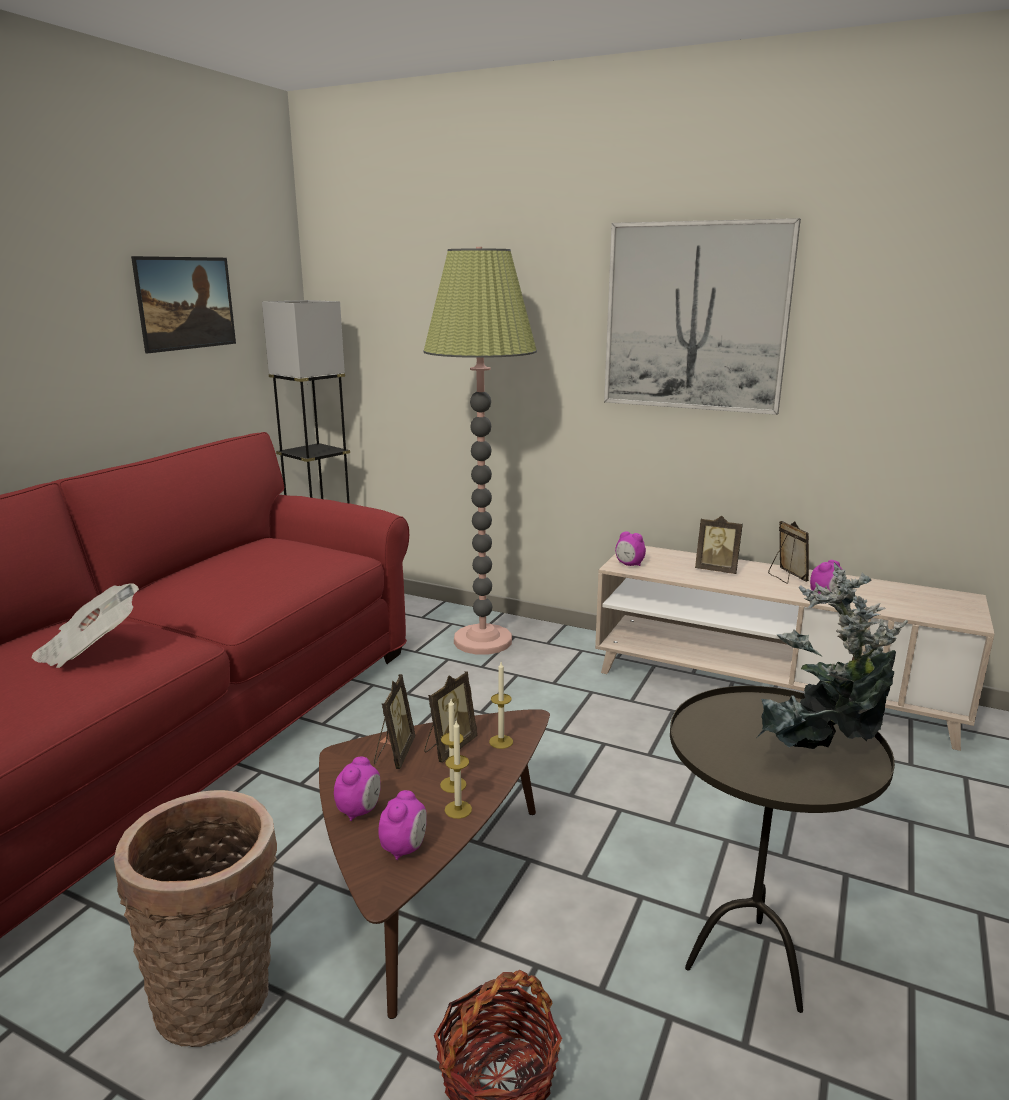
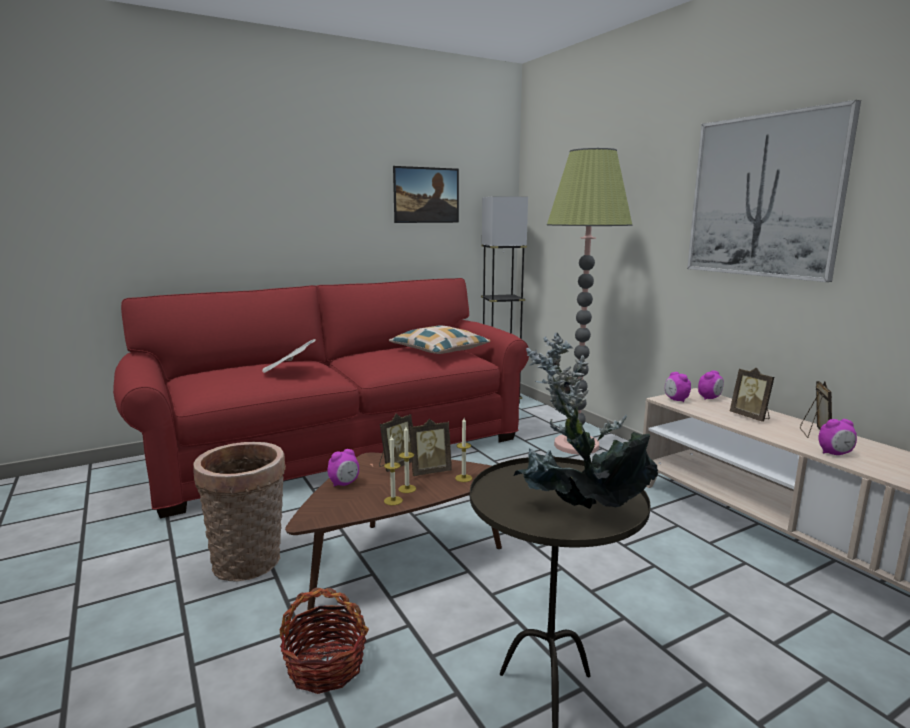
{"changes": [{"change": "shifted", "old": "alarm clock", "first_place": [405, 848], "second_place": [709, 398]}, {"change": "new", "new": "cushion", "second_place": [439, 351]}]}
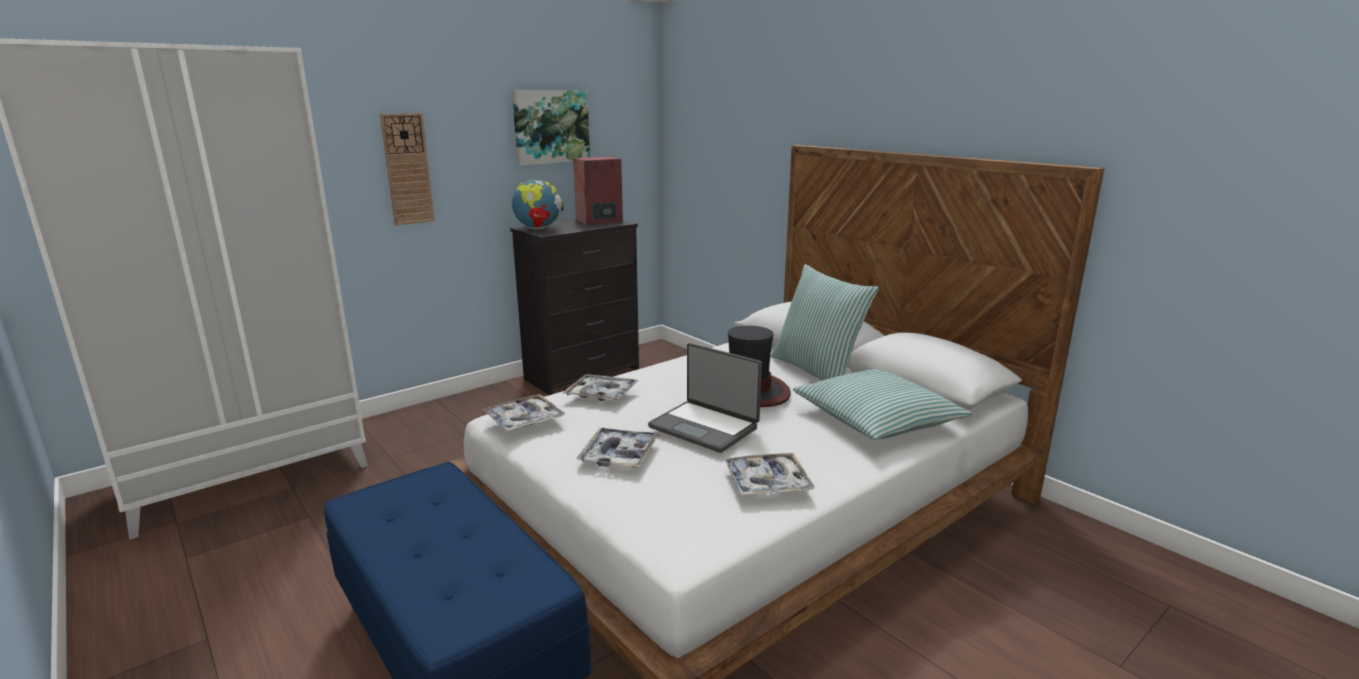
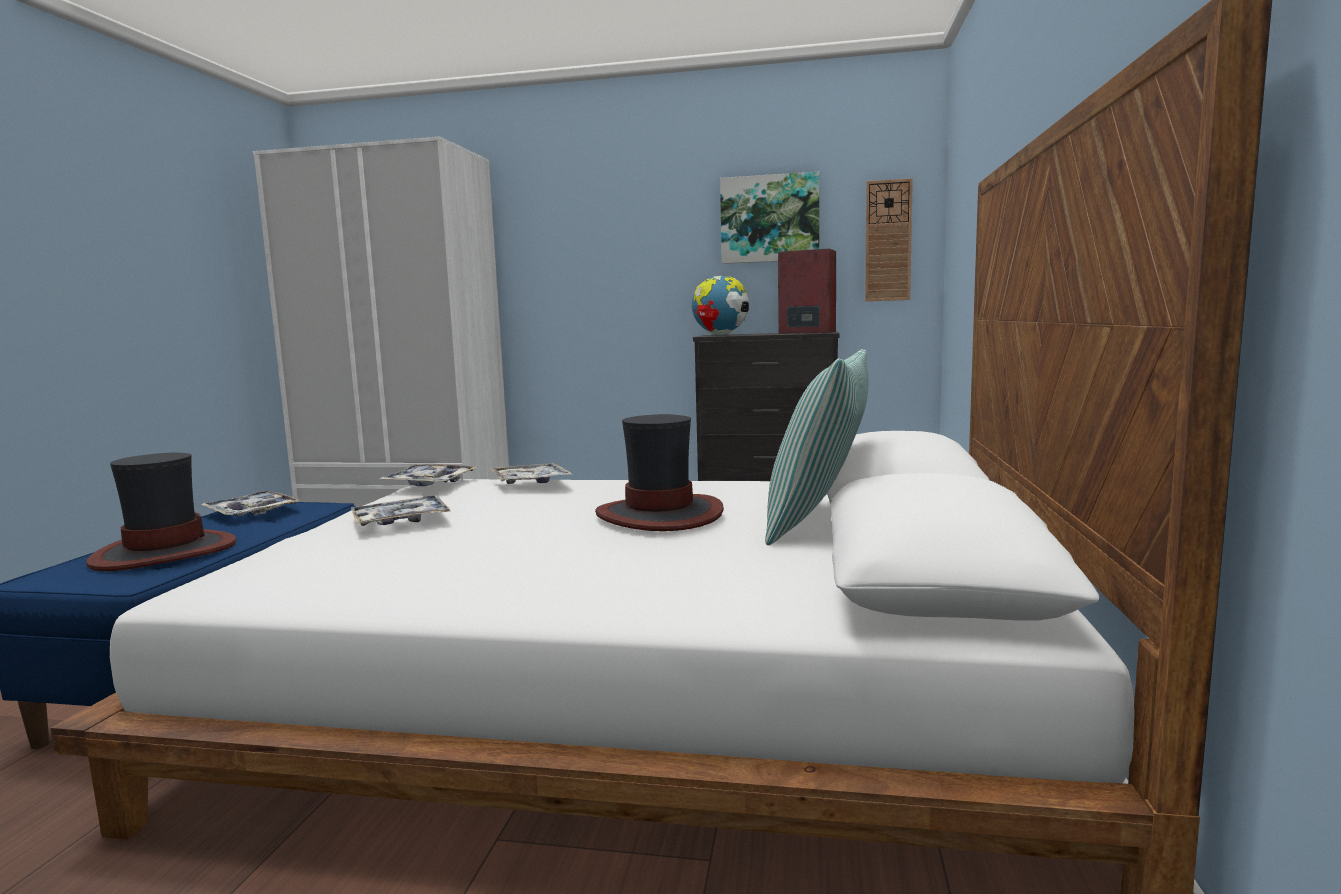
{"changes": [{"change": "shifted", "old": "clock on the wall", "first_place": [407, 169], "second_place": [888, 241]}, {"change": "gone", "old": "notebook computer", "first_place": [705, 427]}, {"change": "shifted", "old": "serving tray", "first_place": [767, 482], "second_place": [252, 512]}, {"change": "gone", "old": "cushion", "first_place": [876, 419]}, {"change": "new", "new": "hat", "second_place": [164, 552]}]}
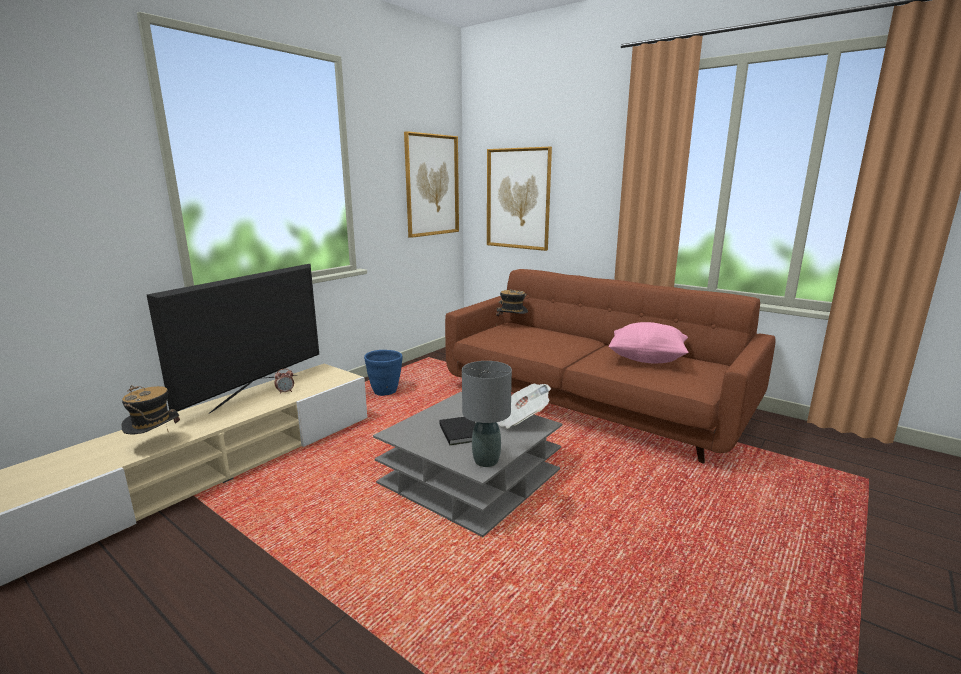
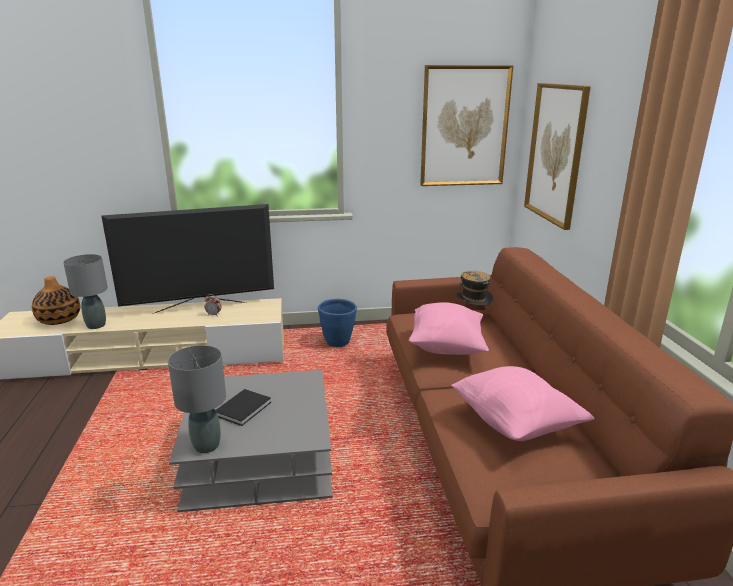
{"changes": [{"change": "swapped", "old": "hat", "new": "gray tabletop lamp", "first_place": [156, 444], "second_place": [96, 325]}, {"change": "gone", "old": "daily paper", "first_place": [519, 420]}, {"change": "new", "new": "flower vase", "second_place": [59, 319]}, {"change": "new", "new": "pinkish cushion", "second_place": [446, 347]}]}
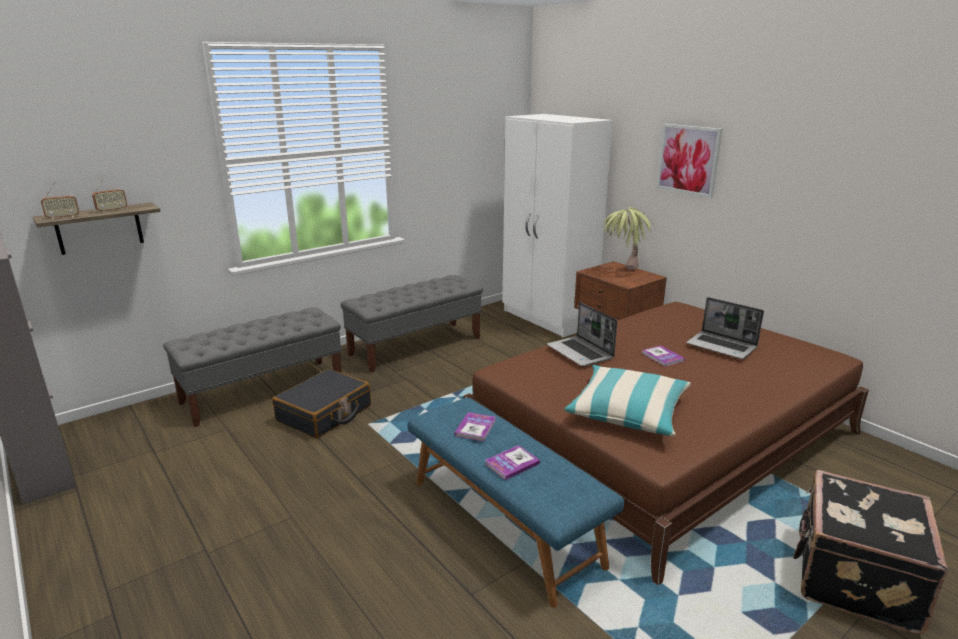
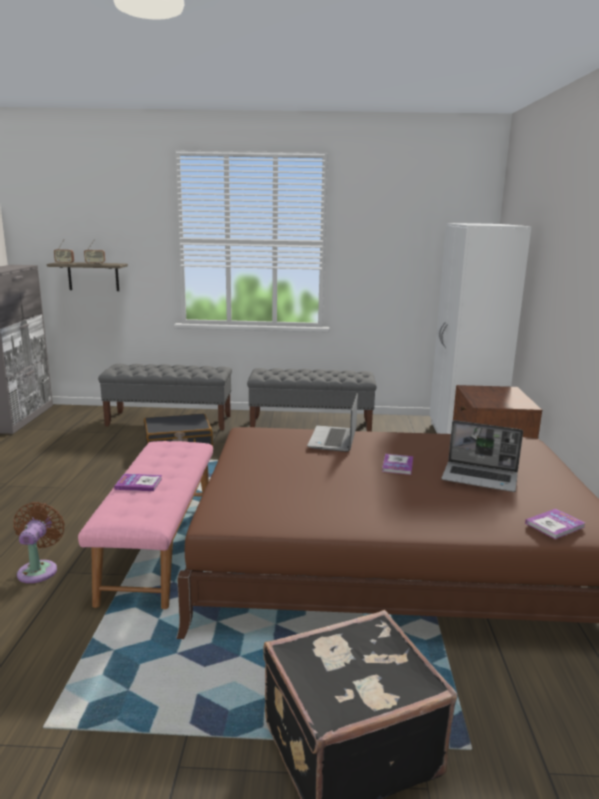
{"changes": [{"change": "repainted", "old": "bluish indoor bench", "new": "pinkish indoor bench", "first_place": [505, 521], "second_place": [161, 547]}, {"change": "shifted", "old": "bound book", "first_place": [475, 428], "second_place": [554, 525]}, {"change": "gone", "old": "cushion", "first_place": [628, 412]}, {"change": "gone", "old": "plant in a pot", "first_place": [622, 272]}, {"change": "gone", "old": "picture", "first_place": [688, 159]}, {"change": "rotated", "old": "notebook computer", "first_place": [722, 346], "second_place": [480, 478], "degrees": -60}, {"change": "new", "new": "brownish cooling fan", "second_place": [39, 569]}]}
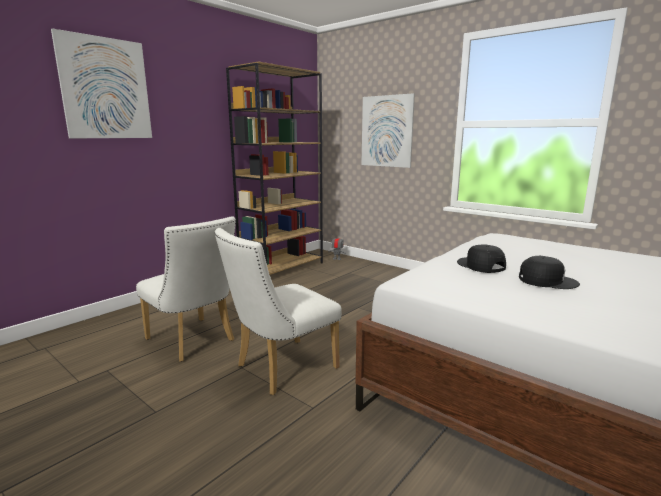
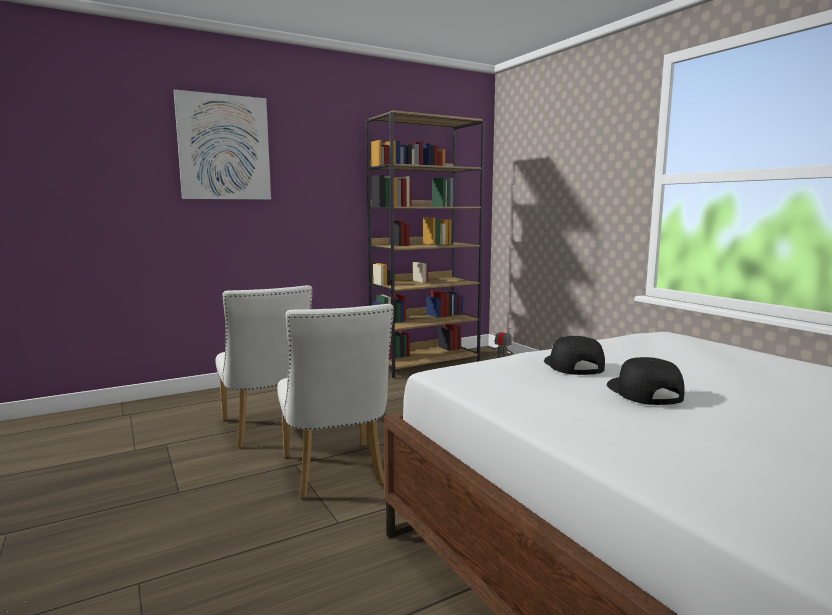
{"changes": [{"change": "rotated", "old": "whitish upright chair", "first_place": [280, 369], "second_place": [335, 474], "degrees": -90}, {"change": "gone", "old": "picture", "first_place": [386, 131]}, {"change": "rotated", "old": "blackish baseball cap", "first_place": [546, 280], "second_place": [642, 392], "degrees": -135}]}
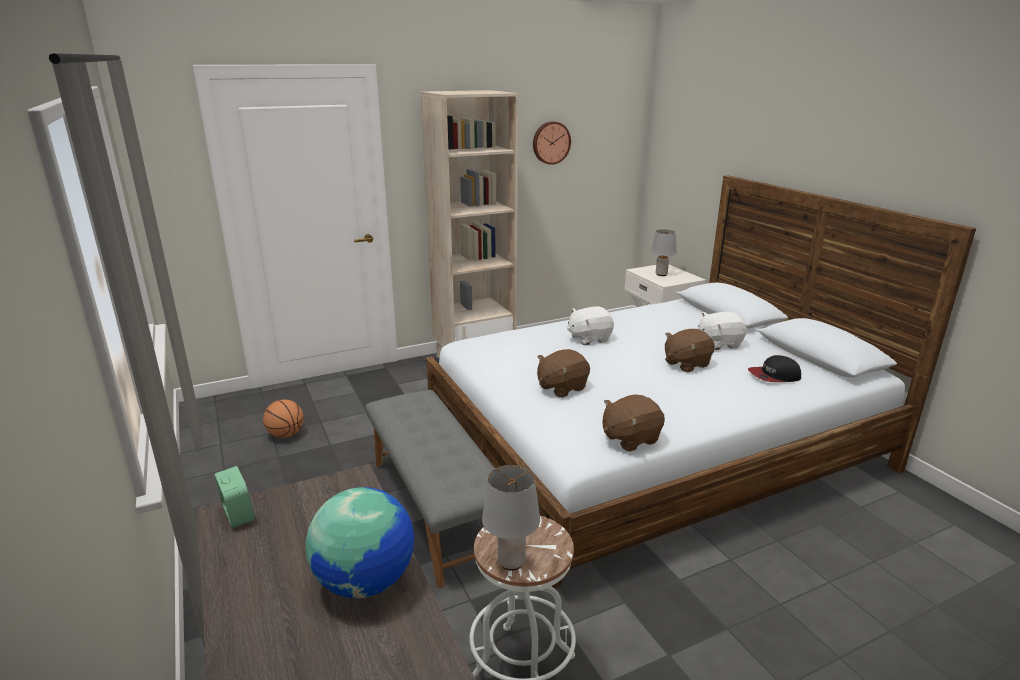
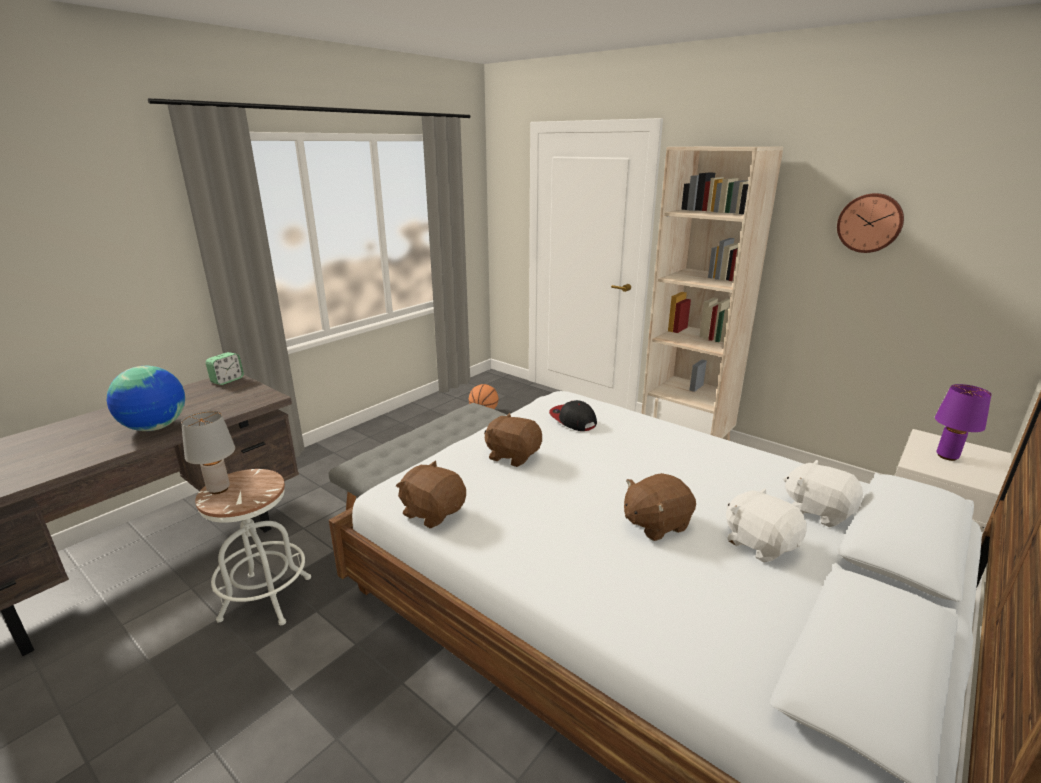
{"changes": [{"change": "shifted", "old": "whitish soft toy", "first_place": [589, 338], "second_place": [818, 511]}, {"change": "repainted", "old": "gray tabletop lamp", "new": "purple-coloured tabletop lamp", "first_place": [661, 274], "second_place": [946, 456]}, {"change": "rotated", "old": "brownish soft toy", "first_place": [686, 364], "second_place": [655, 524], "degrees": -60}, {"change": "shifted", "old": "baseball cap", "first_place": [774, 376], "second_place": [572, 419]}]}
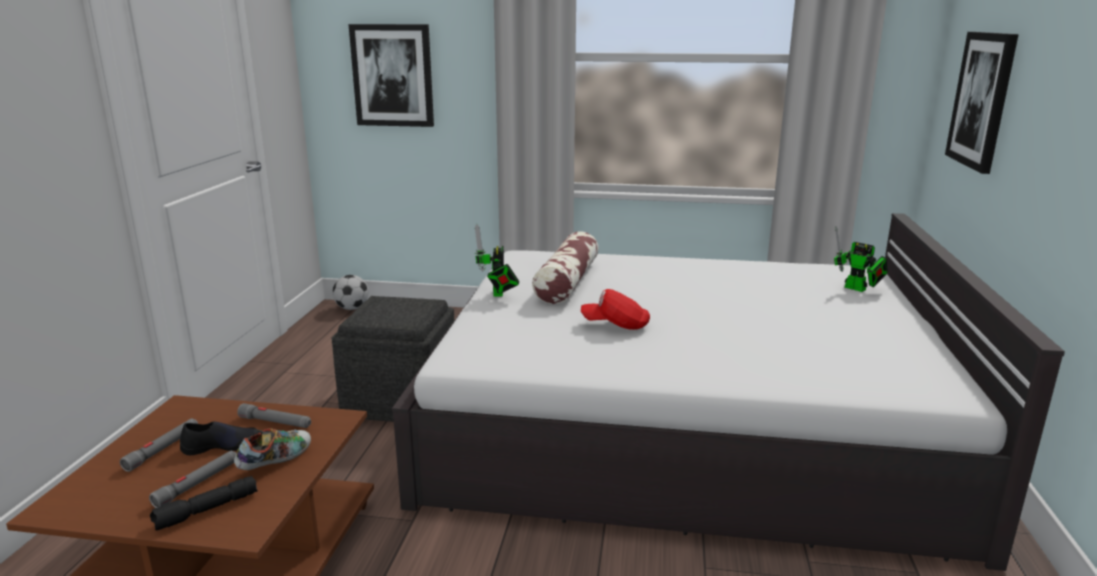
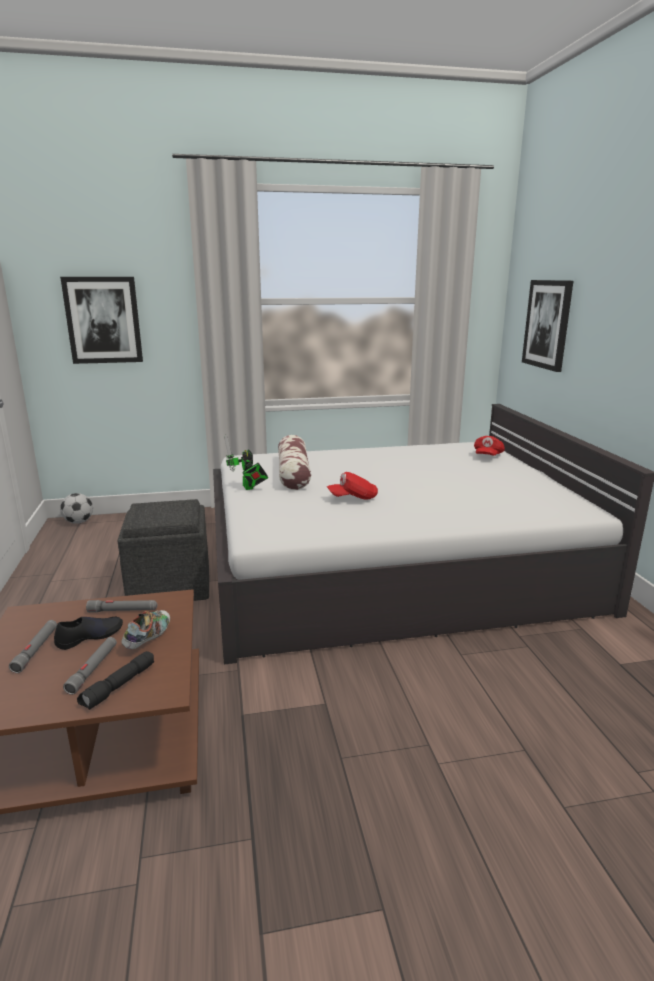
{"changes": [{"change": "swapped", "old": "toy robot", "new": "reddish baseball cap", "first_place": [858, 289], "second_place": [487, 456]}]}
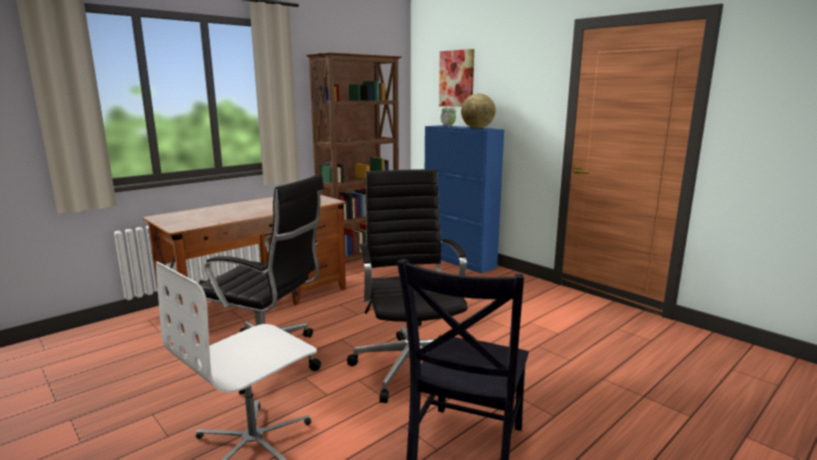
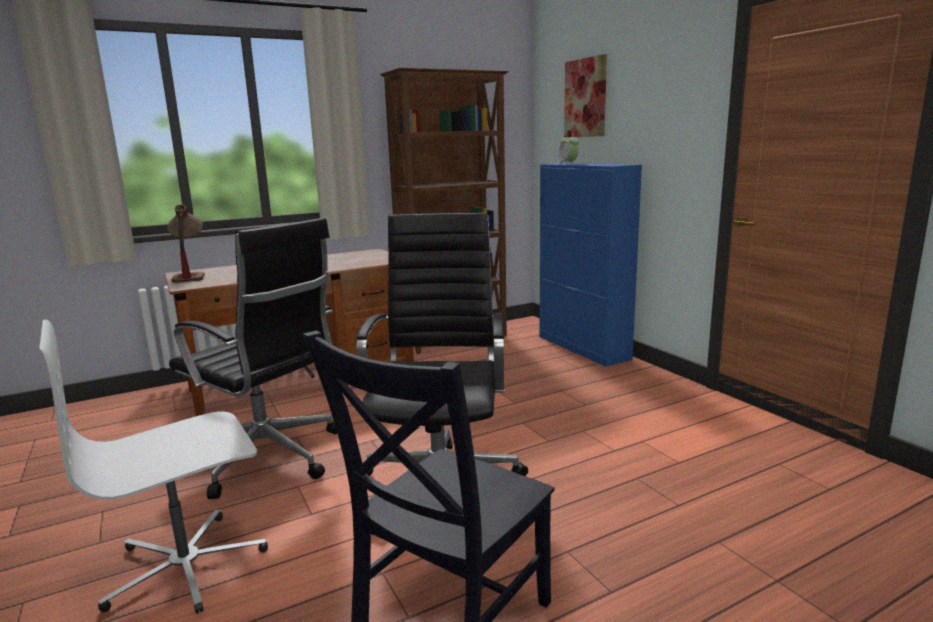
{"changes": [{"change": "gone", "old": "world globe", "first_place": [477, 128]}, {"change": "new", "new": "tabletop lamp", "second_place": [190, 275]}]}
